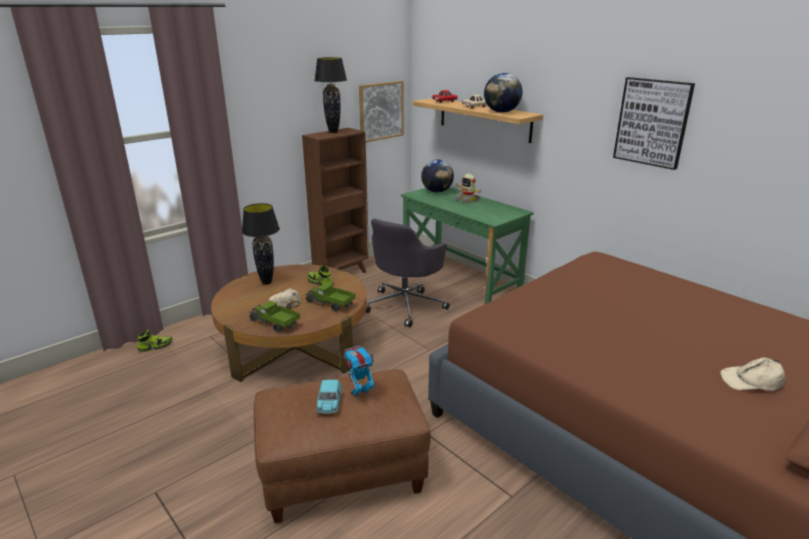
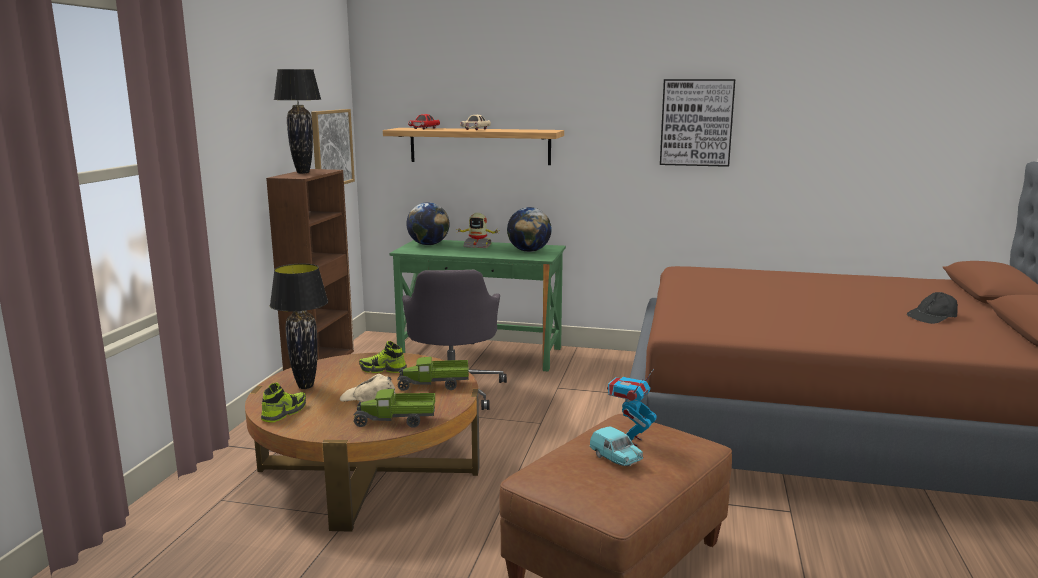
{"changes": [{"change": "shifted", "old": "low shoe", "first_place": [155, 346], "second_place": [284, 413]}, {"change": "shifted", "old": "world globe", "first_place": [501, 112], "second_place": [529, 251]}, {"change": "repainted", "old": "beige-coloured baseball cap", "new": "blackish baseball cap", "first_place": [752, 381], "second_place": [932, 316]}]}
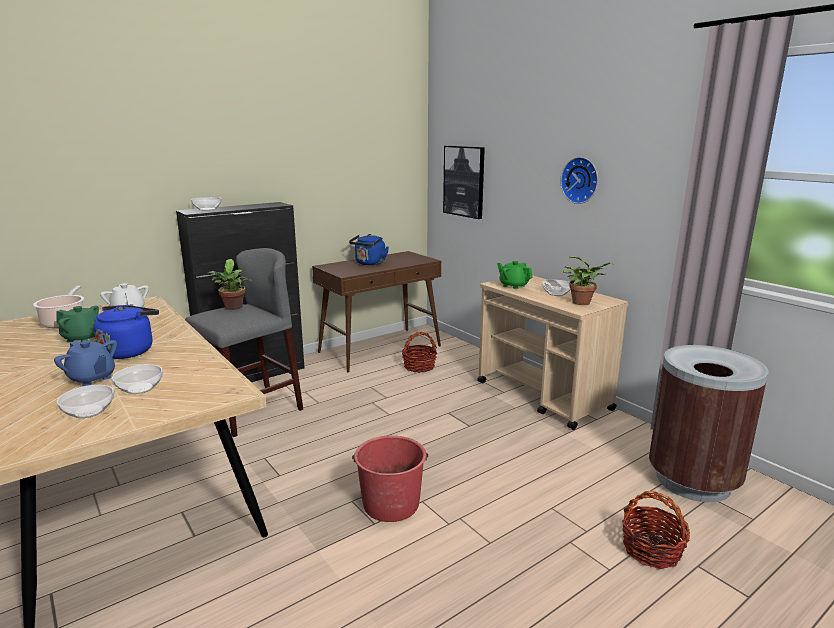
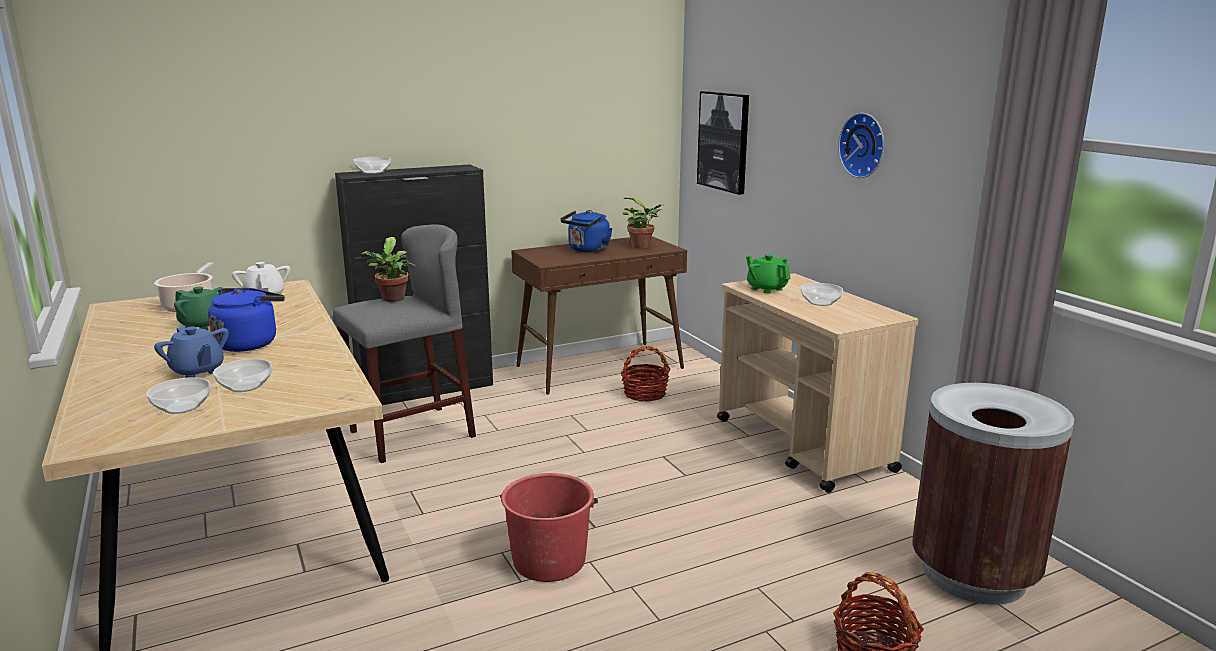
{"changes": [{"change": "shifted", "old": "plant in a pot", "first_place": [583, 302], "second_place": [643, 246]}]}
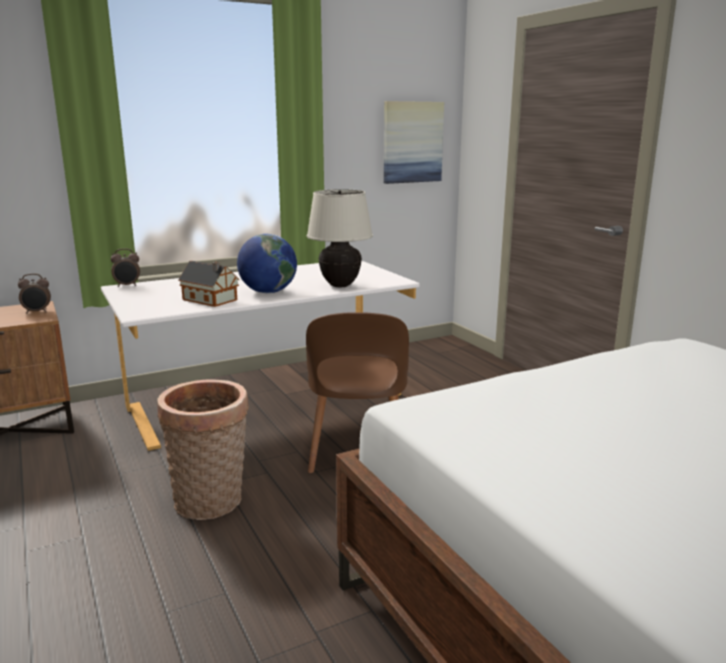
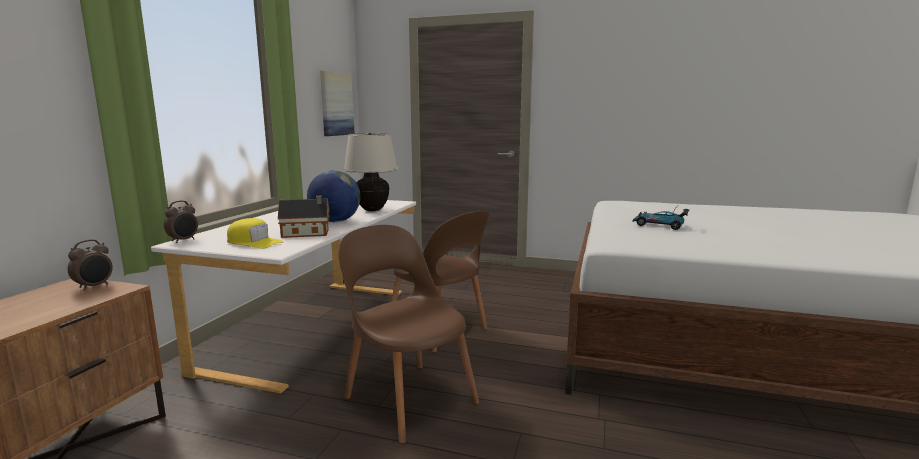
{"changes": [{"change": "swapped", "old": "basket", "new": "brownish upright chair", "first_place": [211, 503], "second_place": [408, 397]}, {"change": "new", "new": "yellow baseball cap", "second_place": [254, 242]}, {"change": "new", "new": "toy car", "second_place": [660, 225]}]}
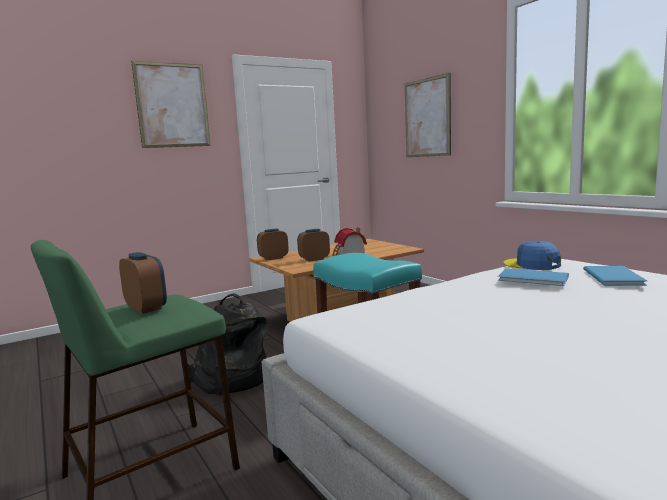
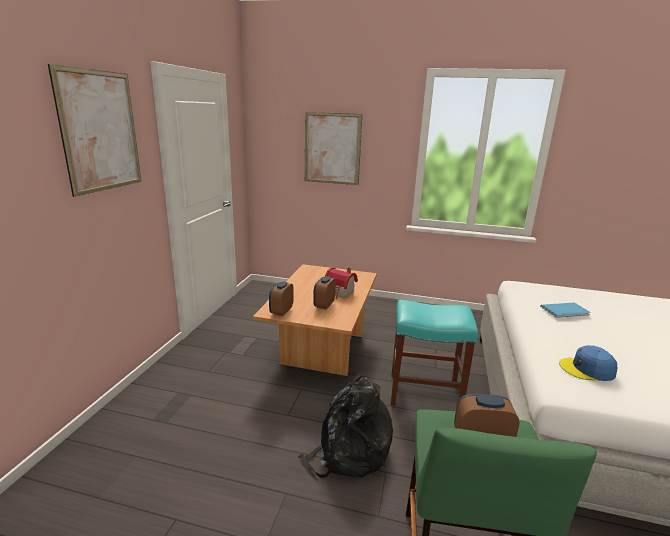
{"changes": [{"change": "shifted", "old": "bluish baseball cap", "first_place": [531, 265], "second_place": [587, 369]}, {"change": "gone", "old": "bluish bound book", "first_place": [614, 277]}]}
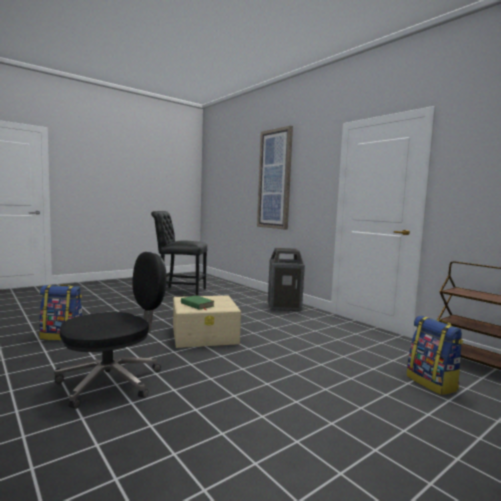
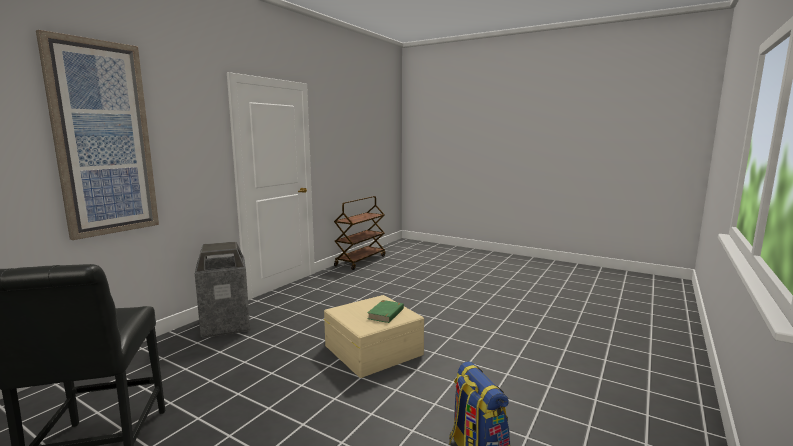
{"changes": [{"change": "gone", "old": "blackish computer chair", "first_place": [112, 381]}, {"change": "gone", "old": "rucksack", "first_place": [432, 383]}]}
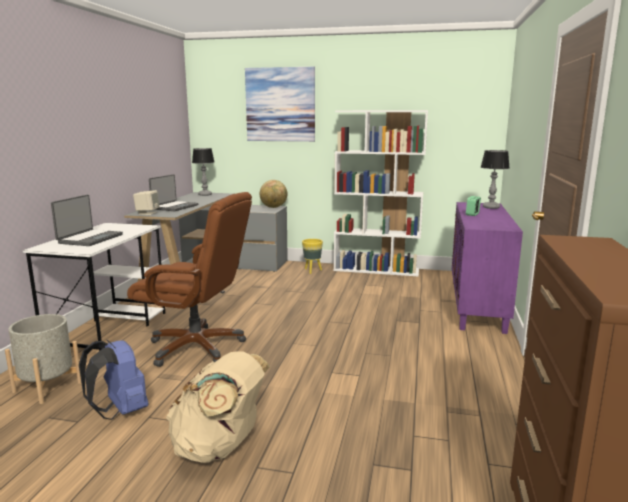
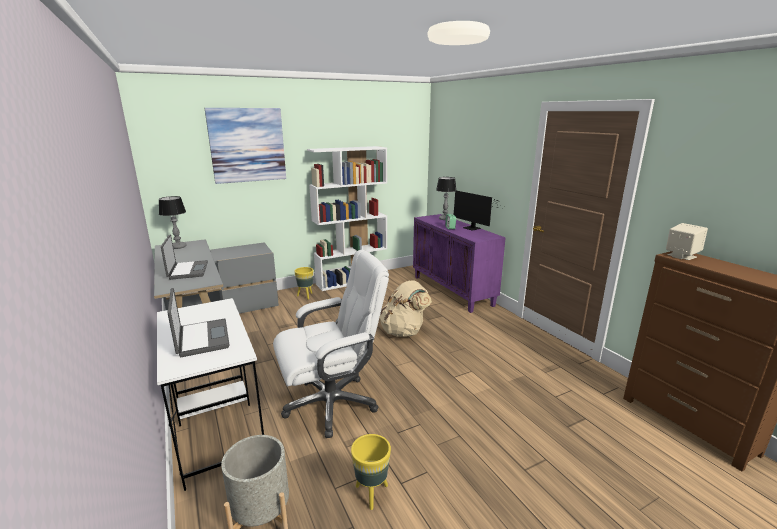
{"changes": [{"change": "swapped", "old": "bluish rucksack", "new": "yellow flower pot", "first_place": [120, 411], "second_place": [371, 493]}, {"change": "repainted", "old": "brownish computer chair", "new": "whitish computer chair", "first_place": [197, 347], "second_place": [332, 403]}, {"change": "shifted", "old": "beige-coloured speaker", "first_place": [147, 213], "second_place": [681, 256]}, {"change": "shifted", "old": "beige-coloured rucksack", "first_place": [219, 447], "second_place": [404, 331]}, {"change": "gone", "old": "world globe", "first_place": [274, 207]}, {"change": "new", "new": "computer screen", "second_place": [473, 228]}]}
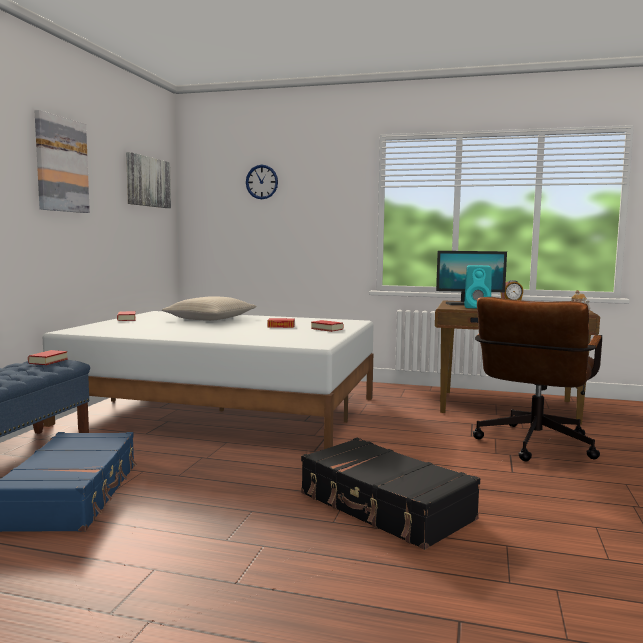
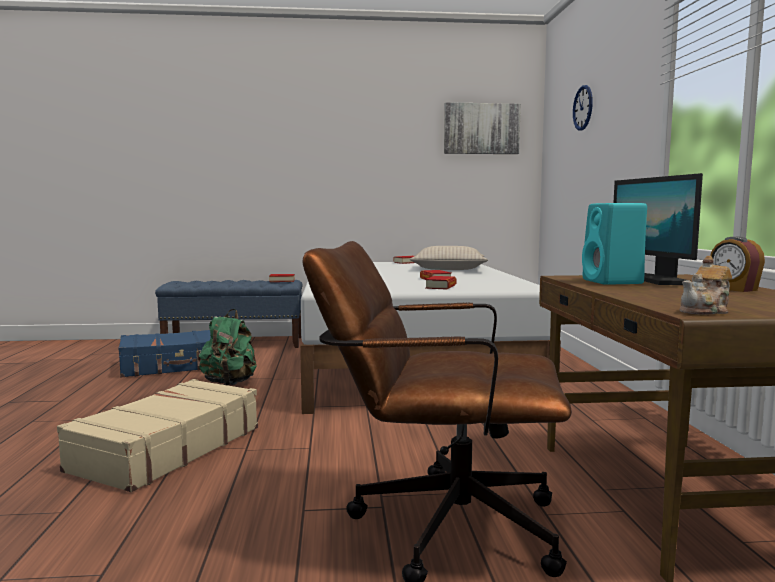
{"changes": [{"change": "gone", "old": "picture", "first_place": [61, 164]}, {"change": "repainted", "old": "blackish piece of luggage", "new": "beige-coloured piece of luggage", "first_place": [385, 507], "second_place": [166, 449]}, {"change": "new", "new": "green rucksack", "second_place": [229, 383]}]}
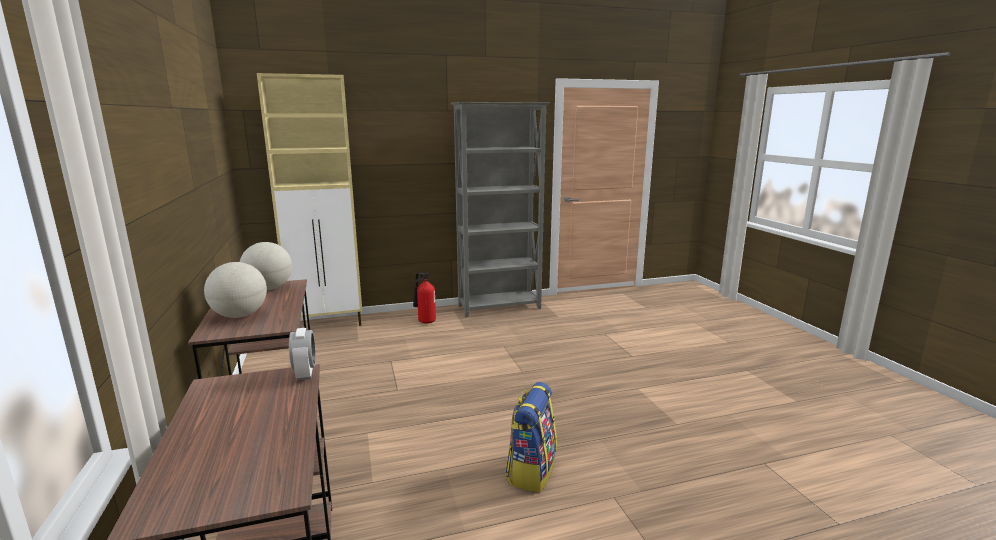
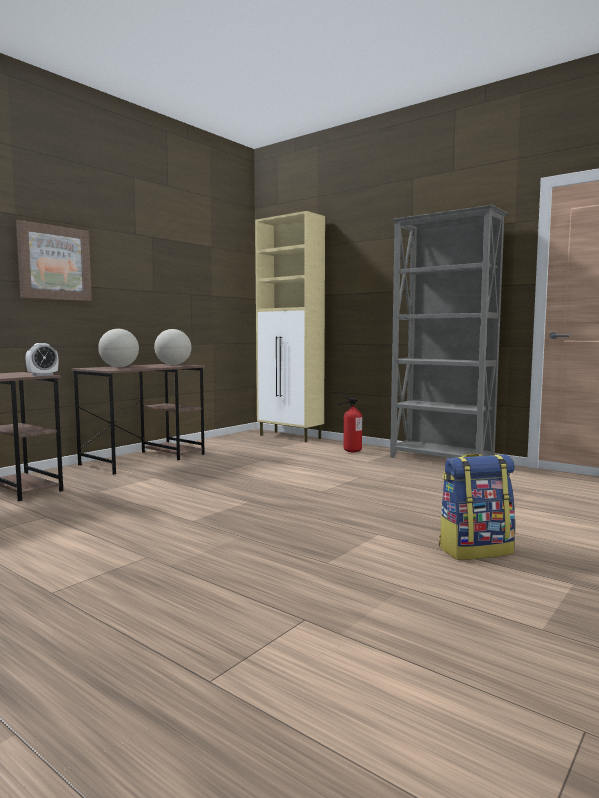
{"changes": [{"change": "shifted", "old": "rucksack", "first_place": [531, 470], "second_place": [475, 550]}, {"change": "new", "new": "picture", "second_place": [54, 263]}]}
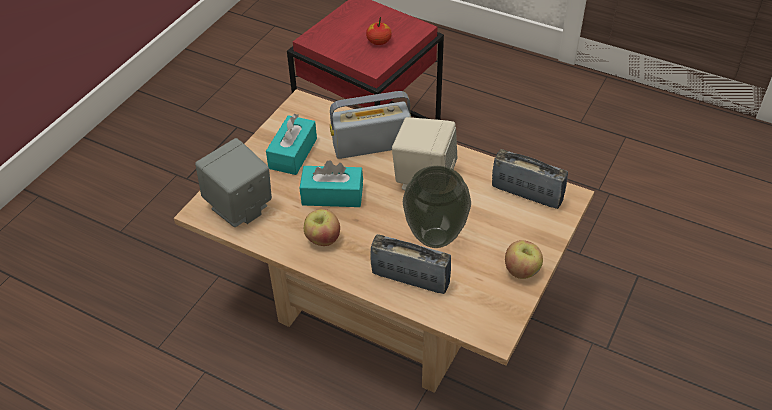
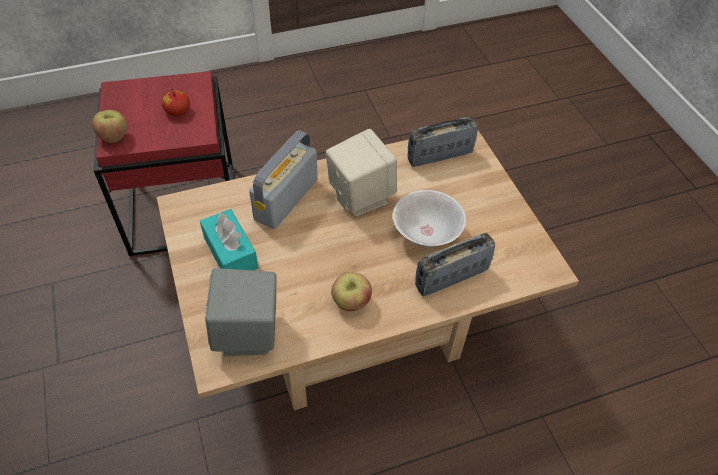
{"changes": [{"change": "gone", "old": "turquoise-coloured tissue holder", "first_place": [332, 195]}, {"change": "swapped", "old": "flower vase", "new": "whitish deep dish", "first_place": [436, 237], "second_place": [426, 233]}, {"change": "shifted", "old": "apple fruit", "first_place": [521, 271], "second_place": [114, 137]}]}
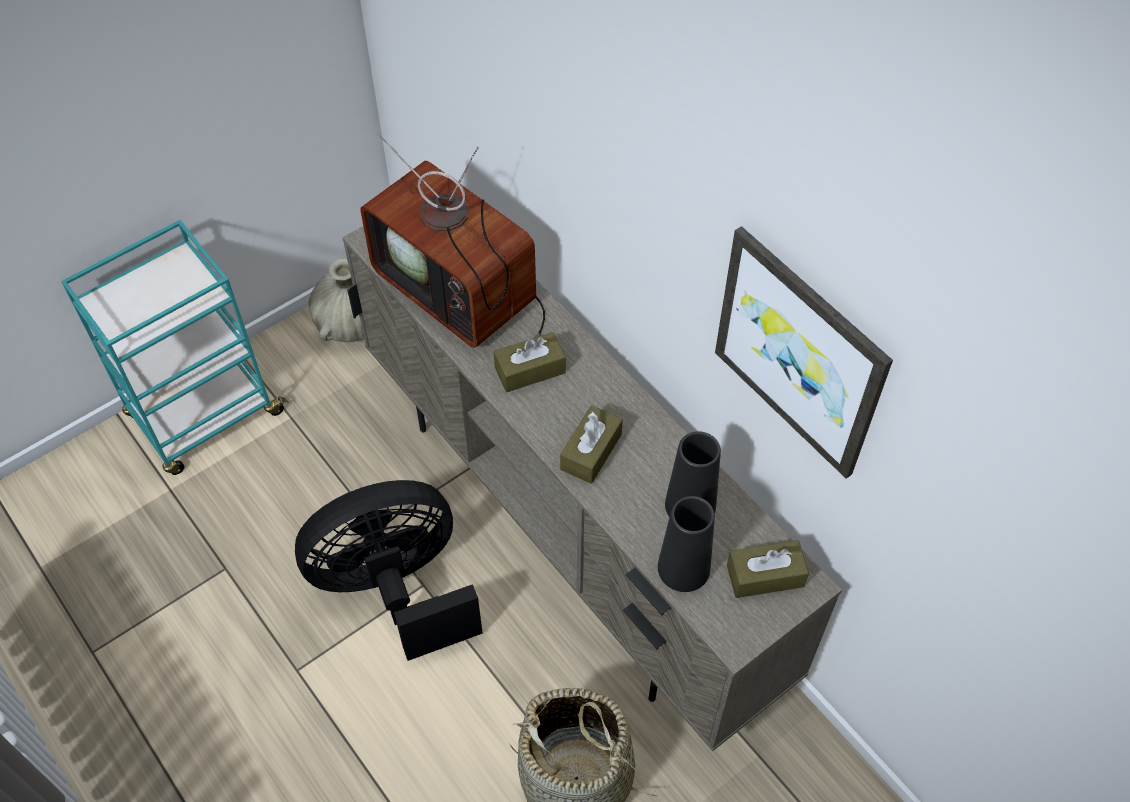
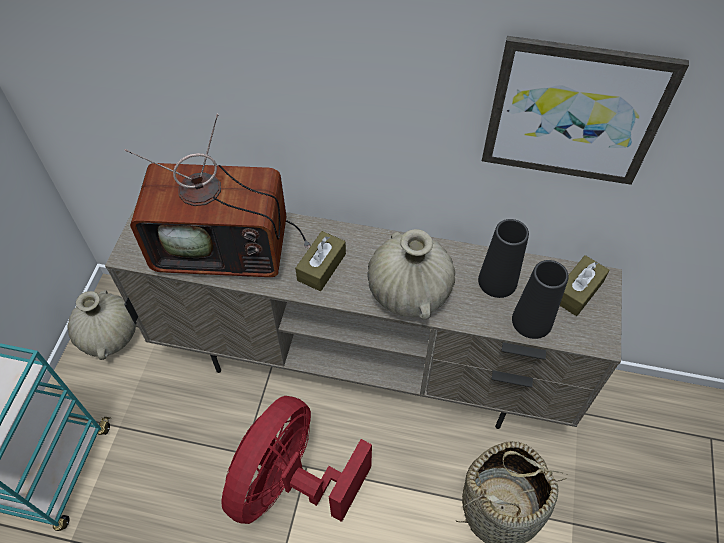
{"changes": [{"change": "repainted", "old": "blackish cooling fan", "new": "reddish cooling fan", "first_place": [396, 589], "second_place": [291, 483]}, {"change": "swapped", "old": "brownish tissue holder", "new": "beige-coloured flower vase", "first_place": [591, 452], "second_place": [409, 291]}]}
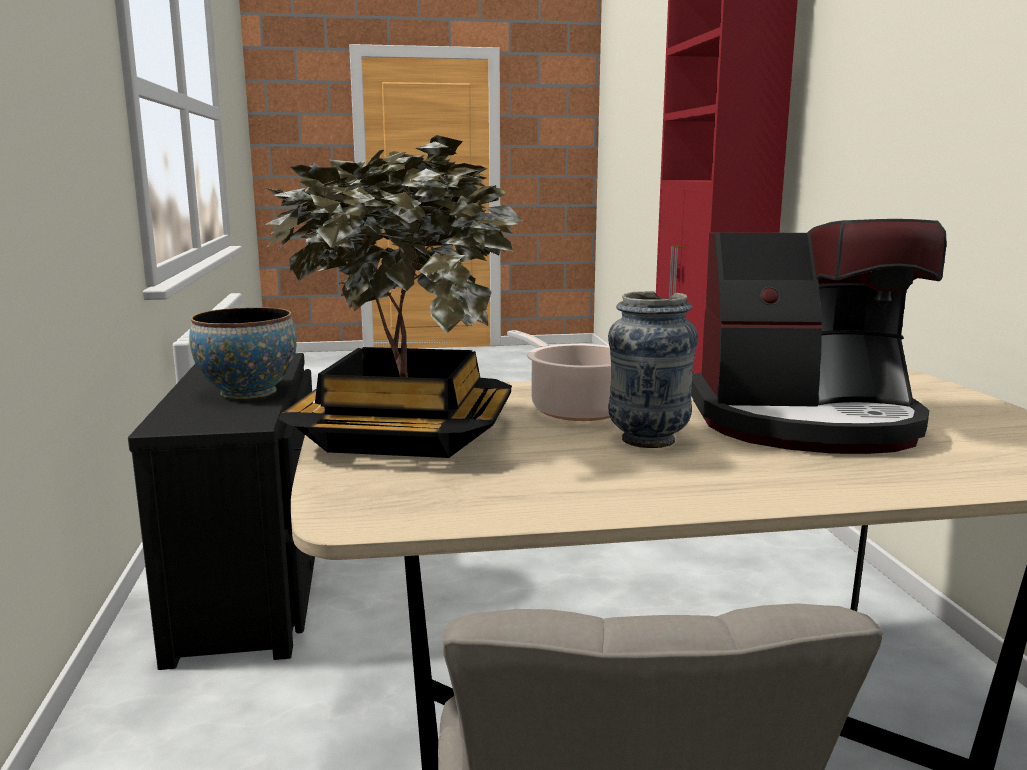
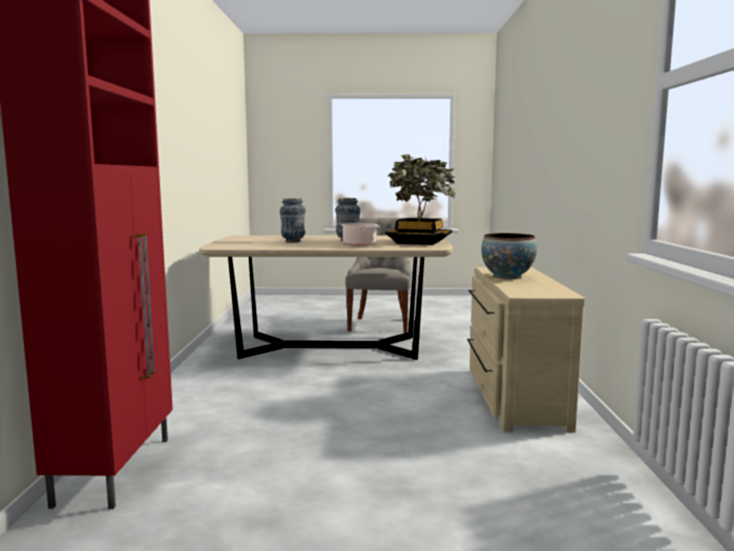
{"changes": [{"change": "repainted", "old": "blackish chest of drawers", "new": "beige-coloured chest of drawers", "first_place": [257, 583], "second_place": [512, 396]}, {"change": "swapped", "old": "coffee maker", "new": "flower vase", "first_place": [805, 422], "second_place": [293, 241]}]}
